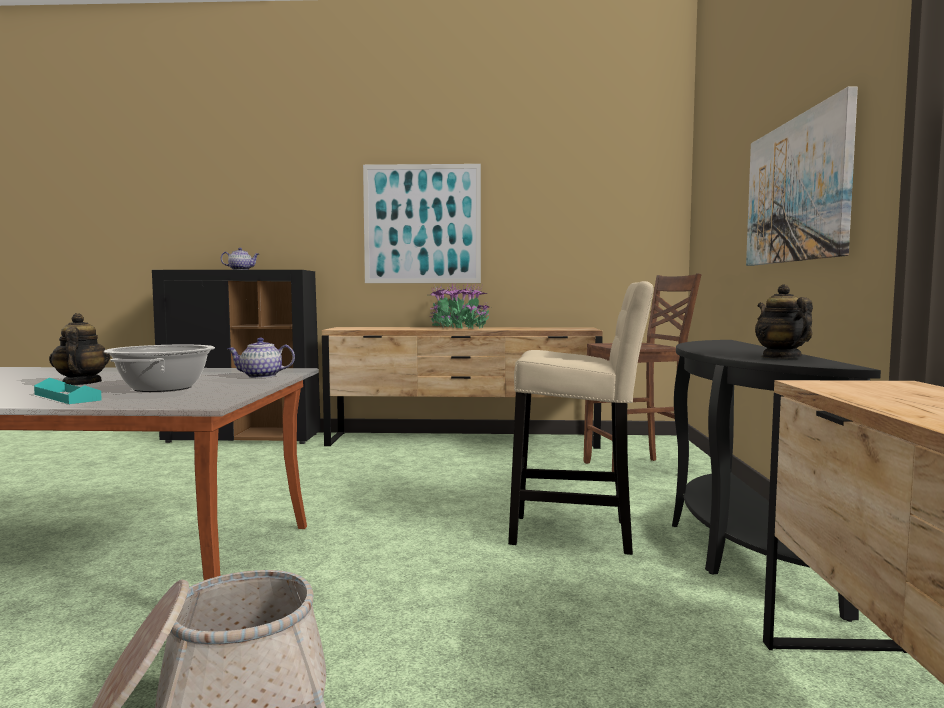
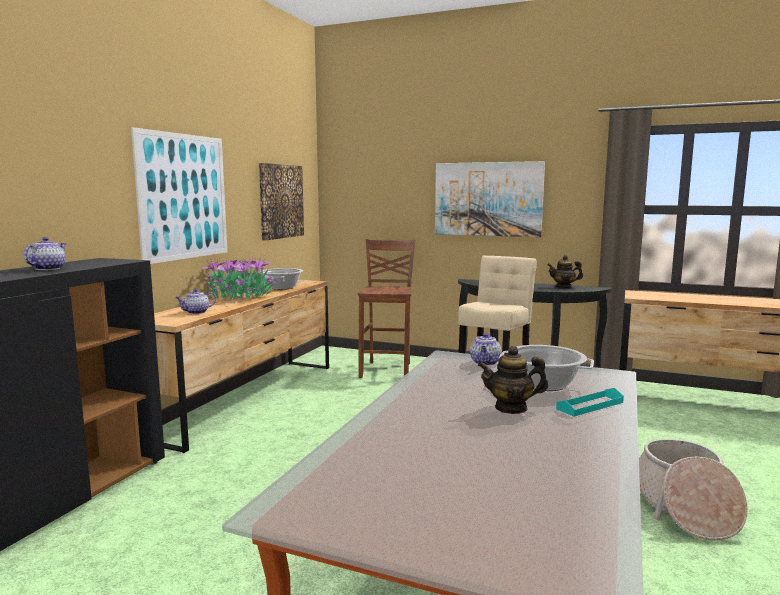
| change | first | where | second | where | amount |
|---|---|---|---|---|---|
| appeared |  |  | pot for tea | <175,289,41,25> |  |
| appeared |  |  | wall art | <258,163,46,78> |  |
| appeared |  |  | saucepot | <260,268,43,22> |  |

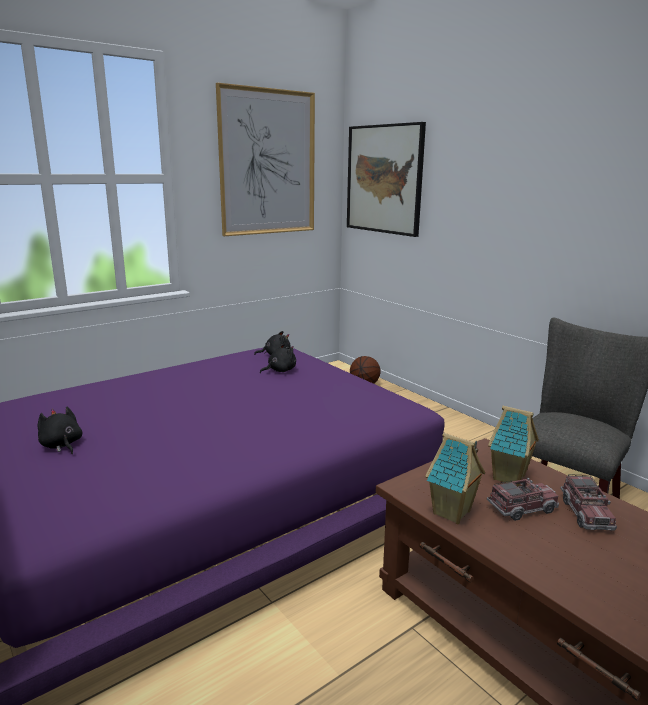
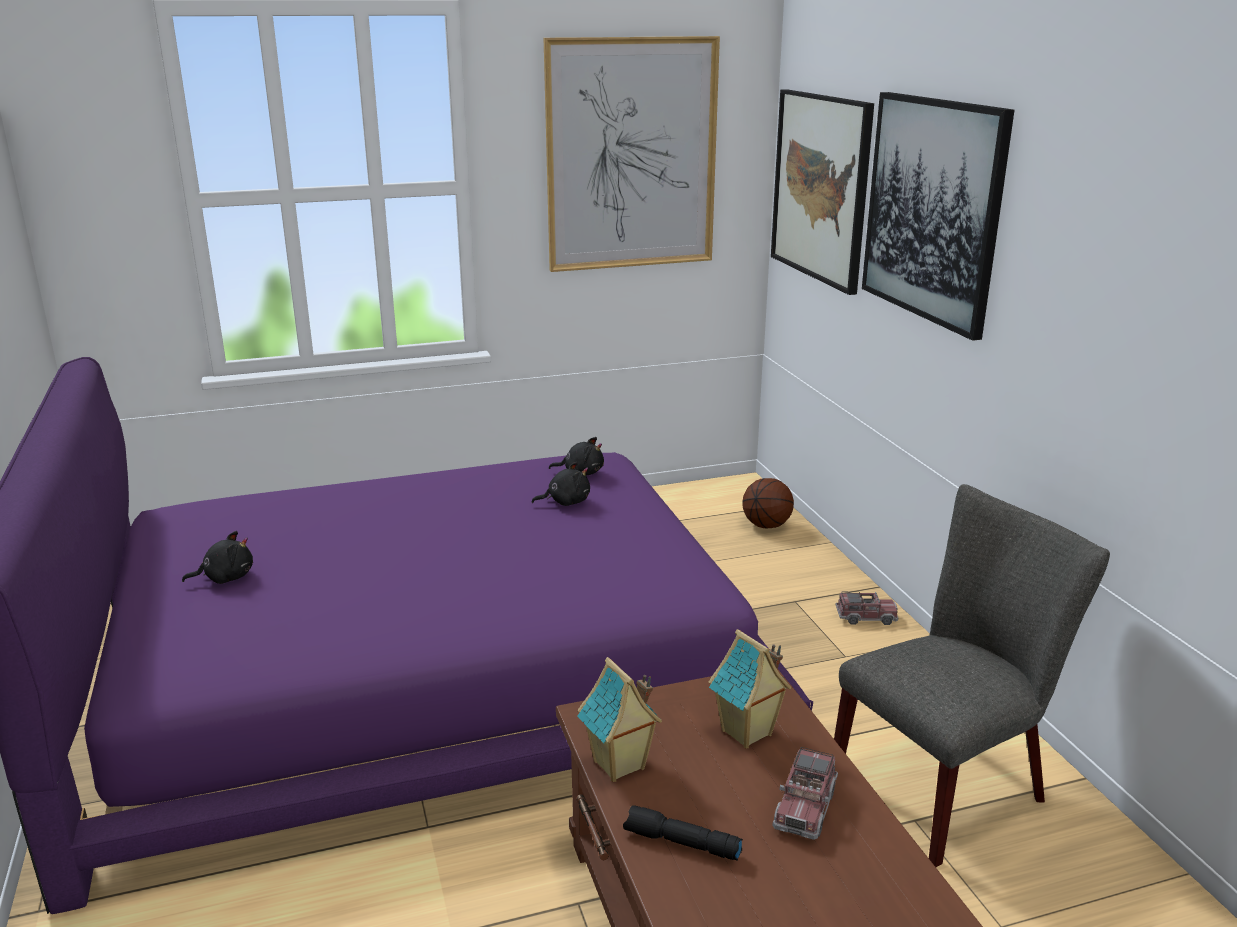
| change | first | where | second | where | amount |
|---|---|---|---|---|---|
| spun | black-coloured cuddly toy | <38,407,44,47> |  | <182,531,71,53> | 90 degrees clockwise |
| appeared |  |  | black-coloured hand torch | <623,805,120,56> |  |
| relocated | model truck | <487,478,72,43> |  | <835,592,63,33> |  |
| appeared |  |  | wall art | <862,92,153,249> |  |

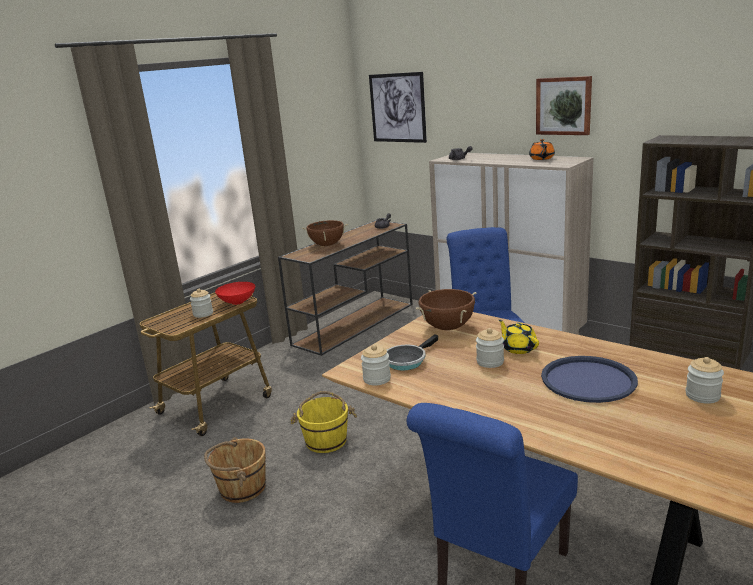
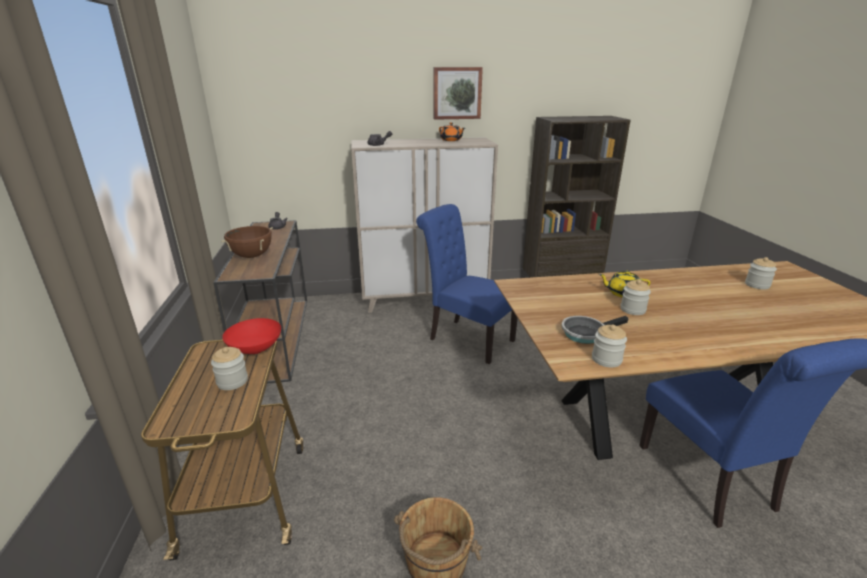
| change | first | where | second | where | amount |
|---|---|---|---|---|---|
| spun | skillet | <387,334,51,36> |  | <561,316,67,28> | 75 degrees clockwise |
| missing | yellowish pail | <291,391,66,62> |  |  |  |
| missing | wall art | <369,72,58,71> |  |  |  |
| missing | brownish saucepot | <416,289,60,41> |  |  |  |
| missing | bluish serving tray | <541,356,97,47> |  |  |  |

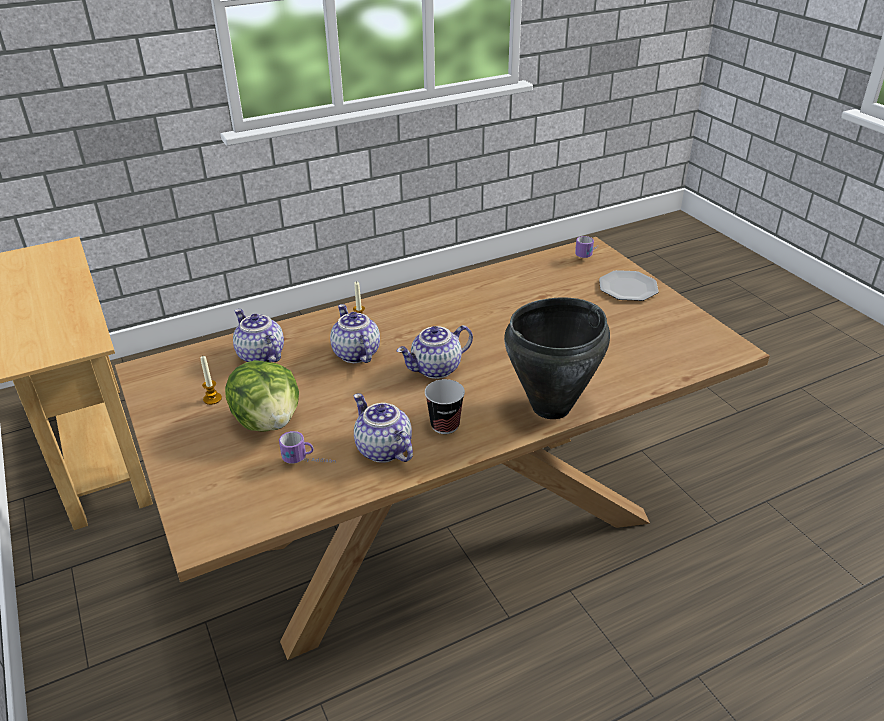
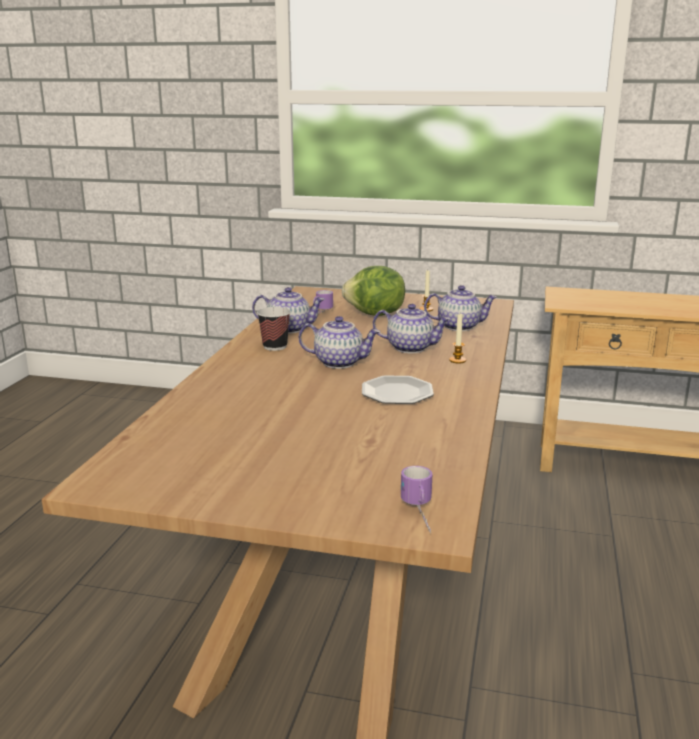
| change | first | where | second | where | amount |
|---|---|---|---|---|---|
| spun | pot for tea | <397,325,76,54> |  | <299,316,81,53> | 90 degrees clockwise |
| relocated | dinner plate | <599,270,60,31> |  | <362,376,72,28> |  |
| missing | black-coloured saucepot | <504,298,106,121> |  |  |  |

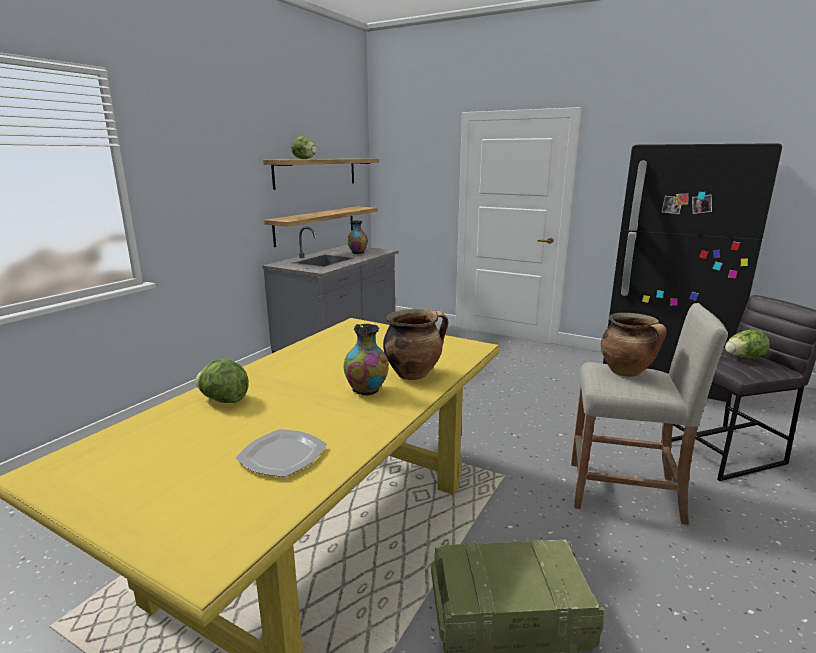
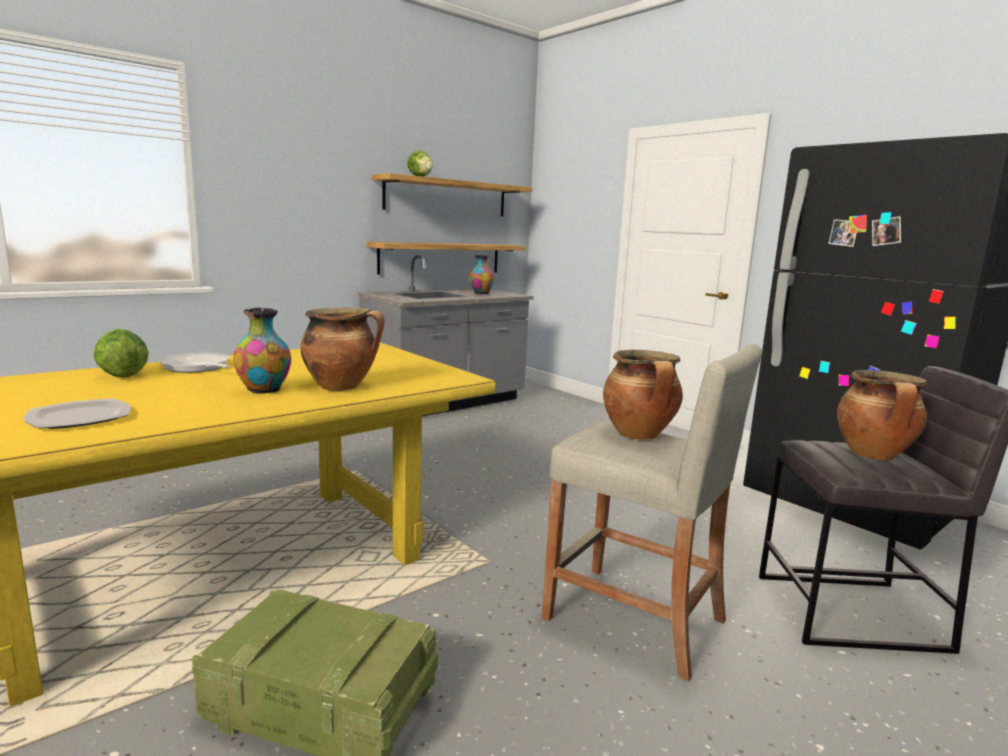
| change | first | where | second | where | amount |
|---|---|---|---|---|---|
| appeared |  |  | skillet | <159,353,71,20> |  |
| exchanged | head of lettuce | <725,329,45,29> | saucepot | <837,370,90,90> |  |

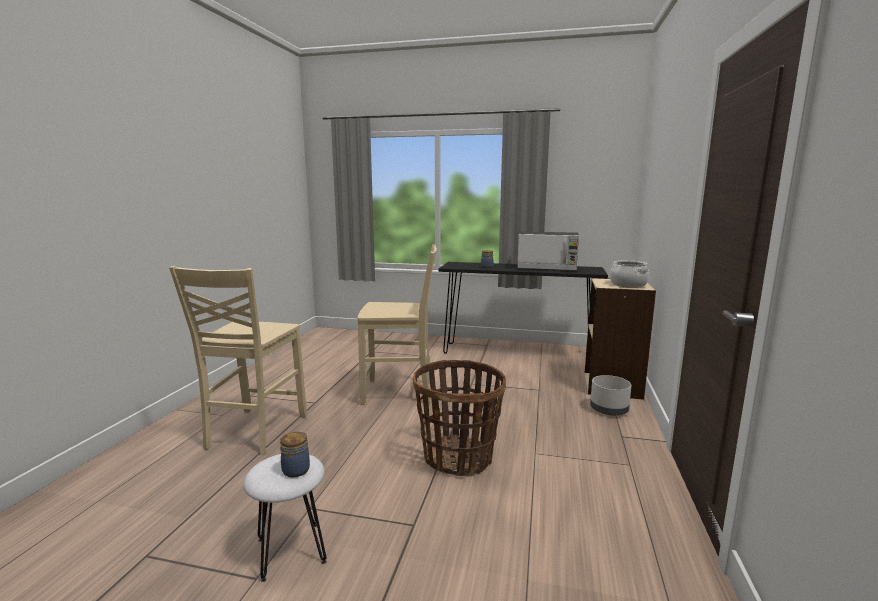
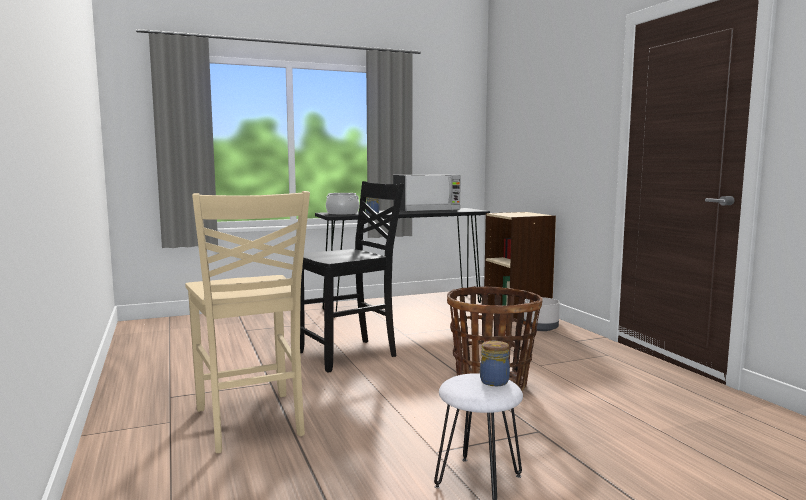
| change | first | where | second | where | amount |
|---|---|---|---|---|---|
| colour | beige chair | <358,244,79,161> | black-coloured chair | <300,181,104,192> |  |
| relocated | saucepot | <610,260,39,28> |  | <326,193,33,22> |  |

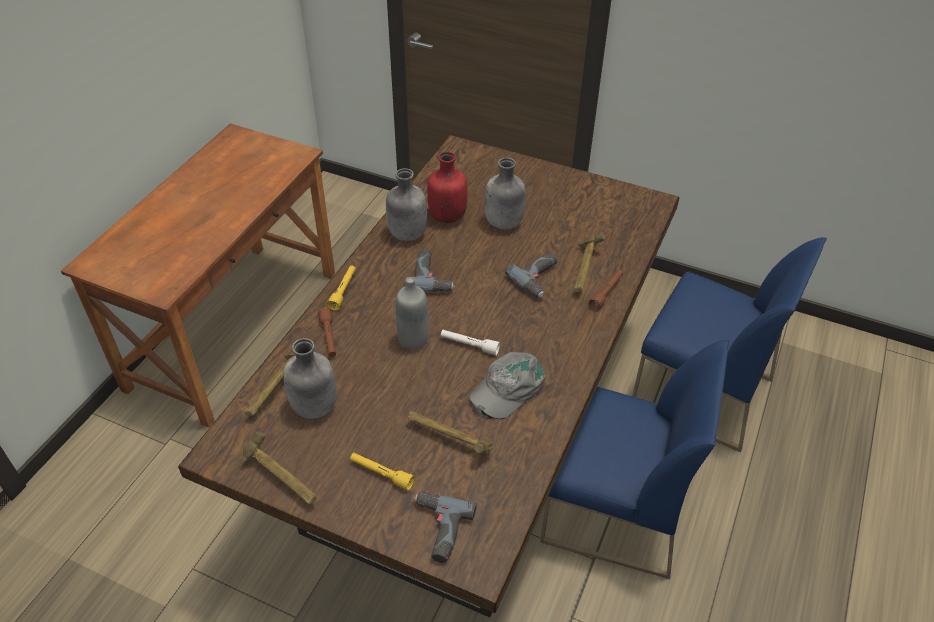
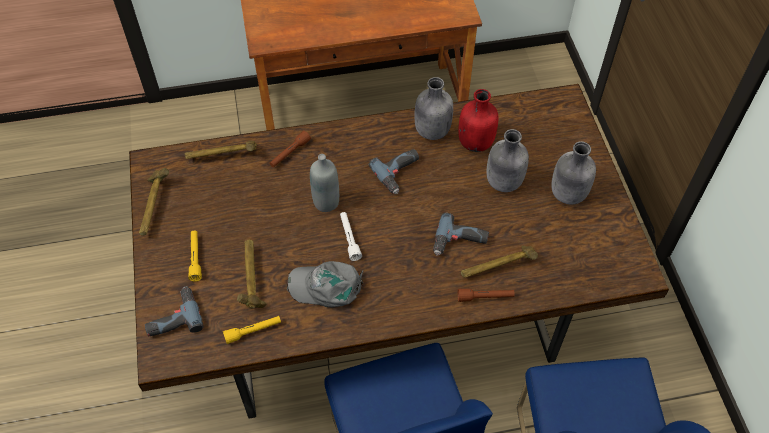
| change | first | where | second | where | amount |
|---|---|---|---|---|---|
| relocated | yellowish hand torch | <327,265,29,46> |  | <223,316,58,28> |  |
| relocated | gray beverage bottle | <283,338,54,81> |  | <551,141,45,64> |  |

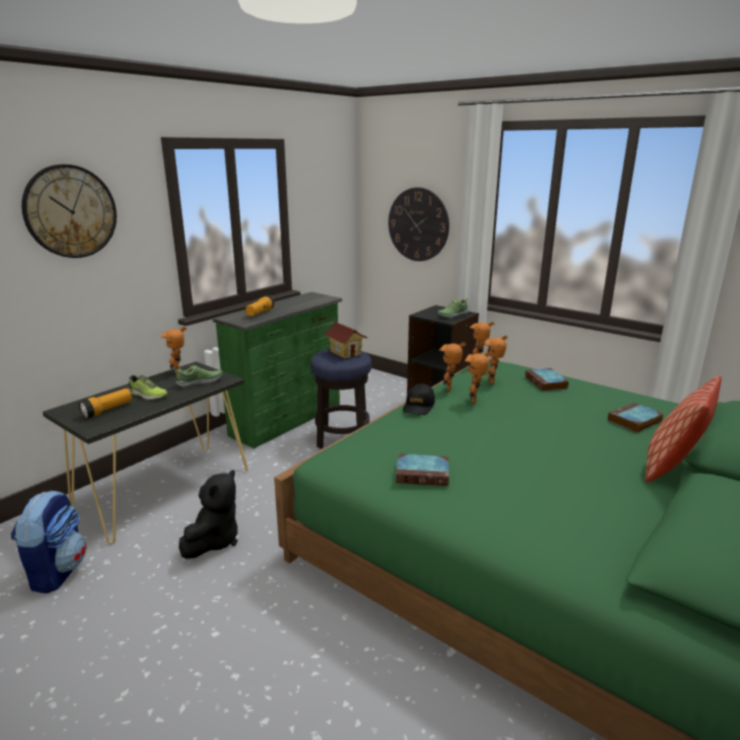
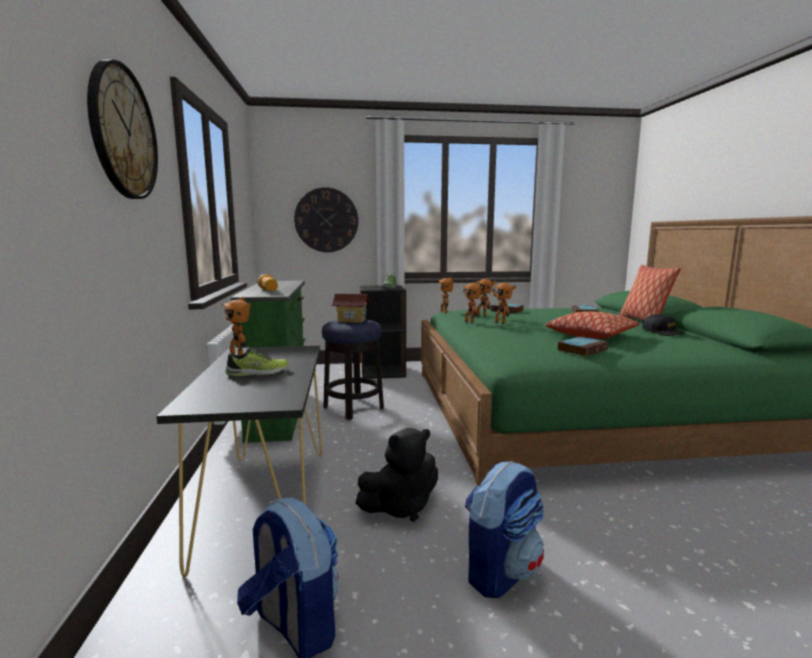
| change | first | where | second | where | amount |
|---|---|---|---|---|---|
| spun | black-coloured cuddly toy | <179,470,59,89> |  | <355,428,83,94> | 90 degrees clockwise |
| appeared |  |  | backpack | <465,461,79,137> |  |
| appeared |  |  | pillow | <546,311,93,28> |  |
| relocated | black-coloured baseball cap | <403,384,32,31> |  | <642,314,44,22> |  |
| missing | hand torch | <79,388,53,31> |  |  |  |
| missing | shoe | <175,365,48,22> |  |  |  |

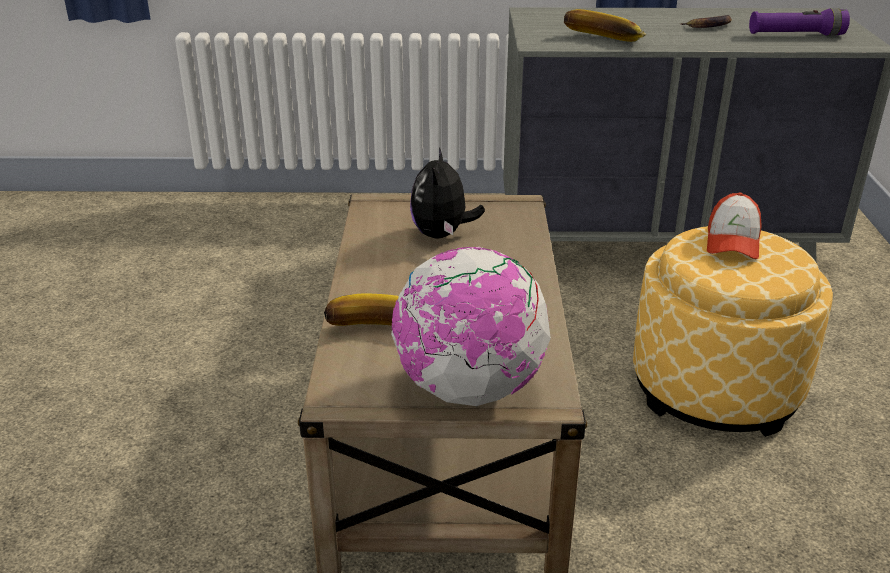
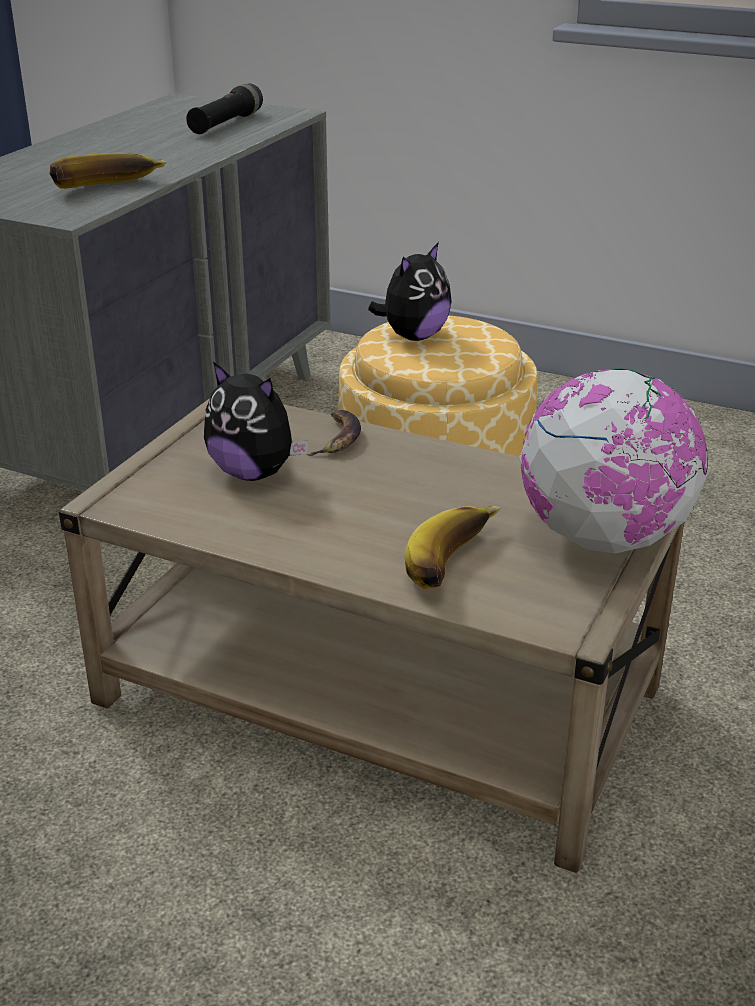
| change | first | where | second | where | amount |
|---|---|---|---|---|---|
| colour | purple hand torch | <749,8,101,28> | black-coloured hand torch | <186,84,77,50> |  |
| relocated | whole banana | <680,15,52,13> |  | <307,410,54,46> |  |
| exchanged | baseball cap | <707,192,55,67> | cuddly toy | <368,242,84,99> |  |

